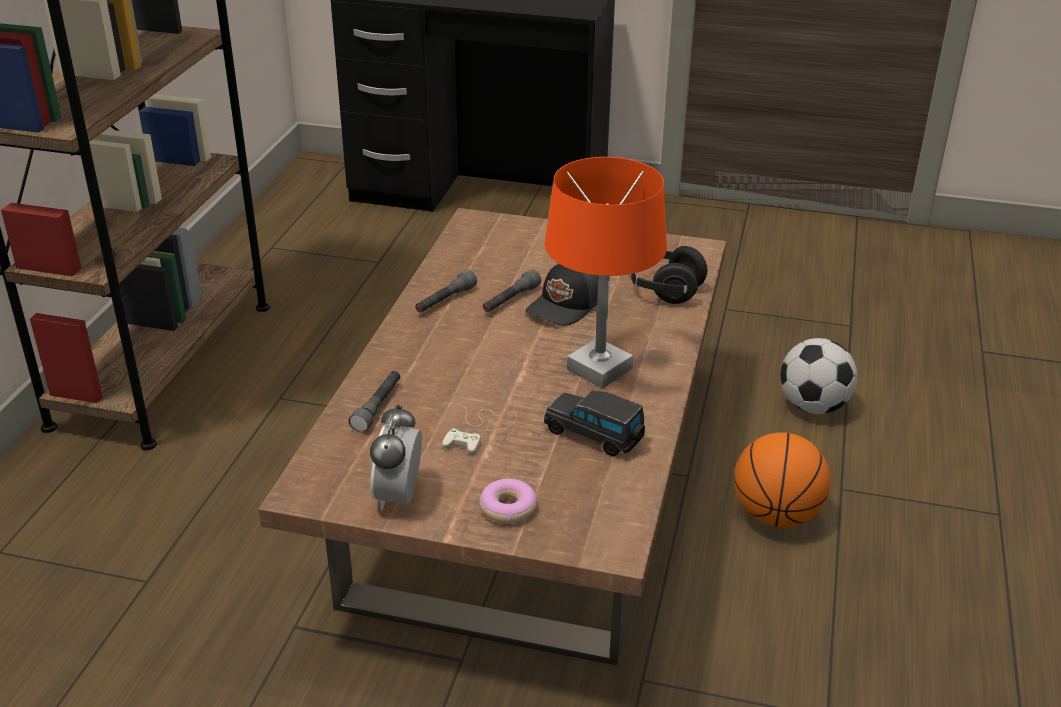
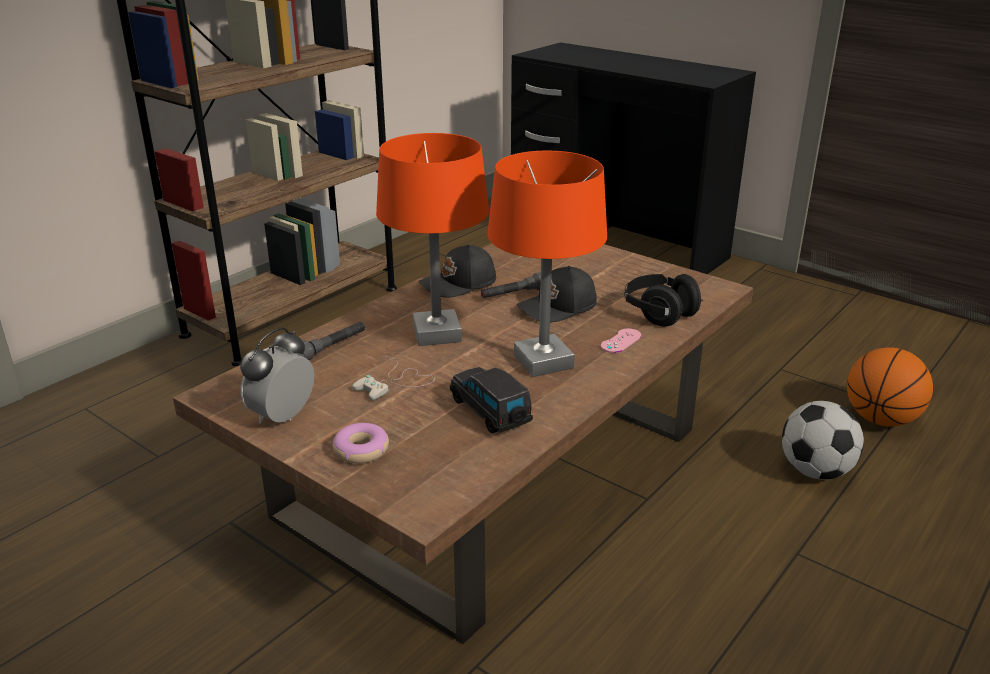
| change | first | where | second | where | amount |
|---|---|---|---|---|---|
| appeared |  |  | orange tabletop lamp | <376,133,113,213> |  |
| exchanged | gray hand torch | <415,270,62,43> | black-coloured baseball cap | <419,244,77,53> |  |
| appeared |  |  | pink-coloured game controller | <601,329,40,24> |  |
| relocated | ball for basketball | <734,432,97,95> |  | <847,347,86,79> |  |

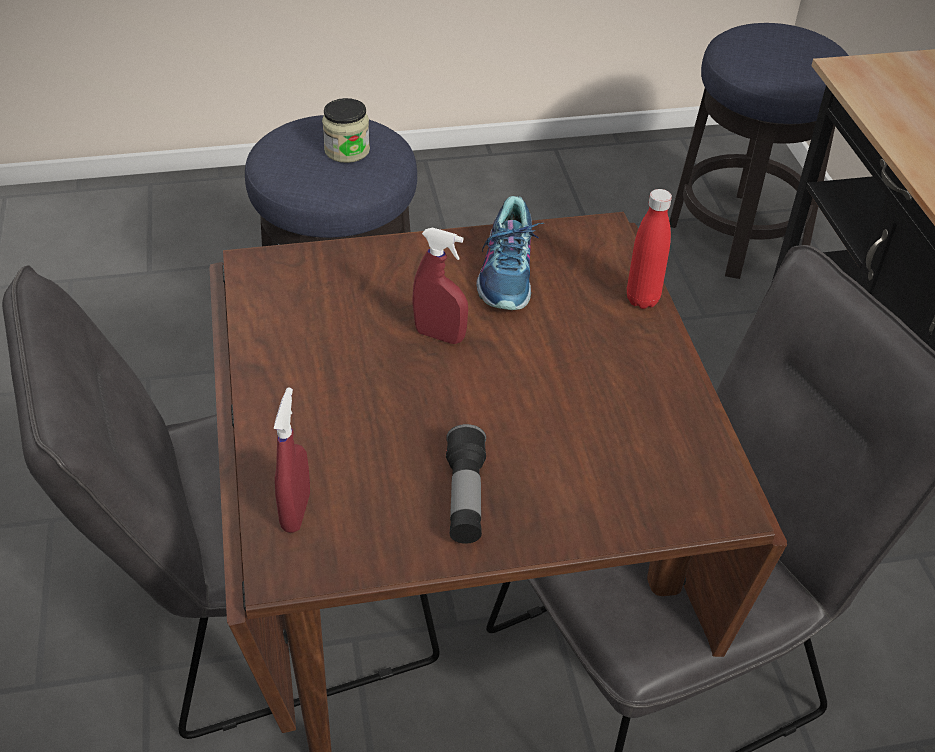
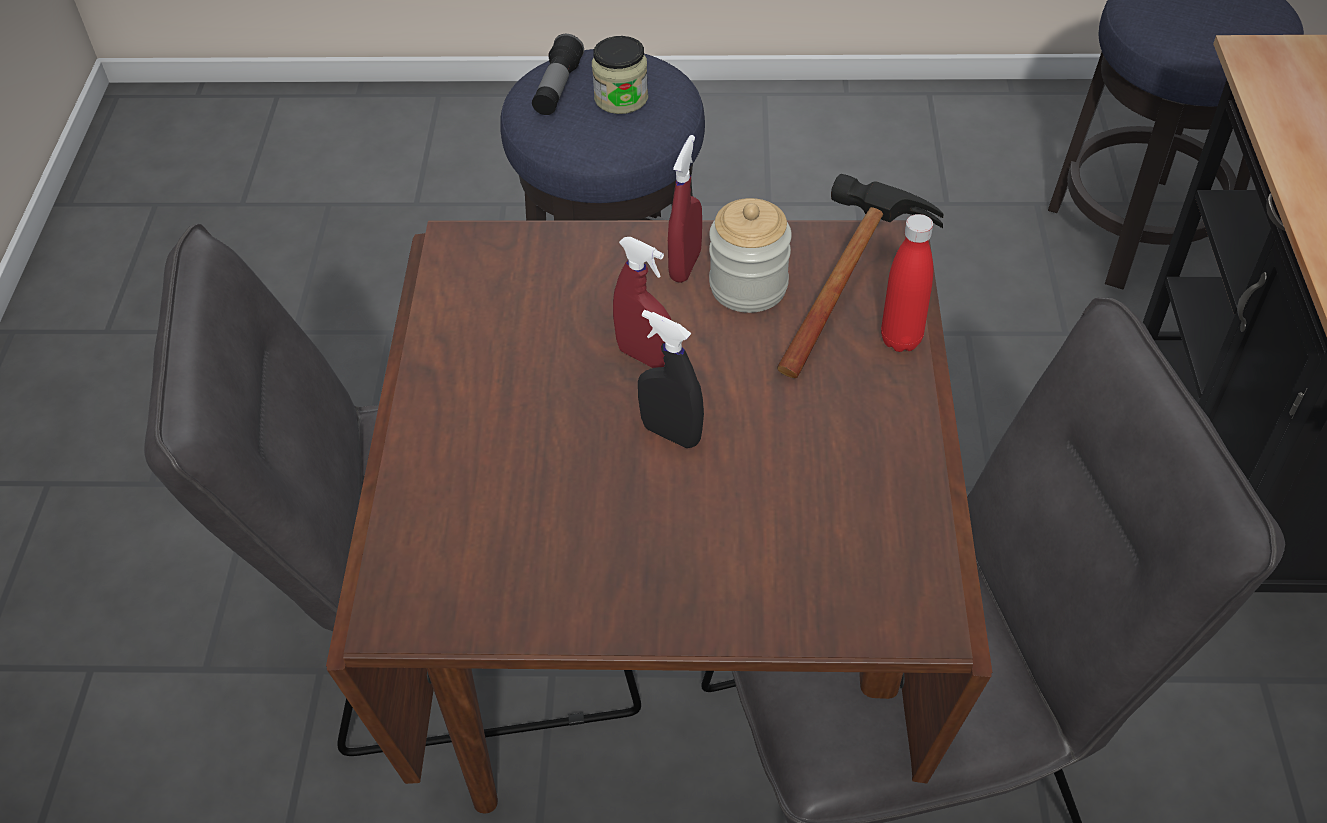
| change | first | where | second | where | amount |
|---|---|---|---|---|---|
| relocated | hand torch | <446,424,40,120> |  | <532,34,52,81> |  |
| appeared |  |  | black-coloured sprayer | <638,310,66,138> |  |
| relocated | reddish sprayer | <274,387,36,146> |  | <668,135,34,148> |  |
| exchanged | shoe | <476,196,68,114> | preserve jar | <709,198,83,115> |  |
| appeared |  |  | tool hammer | <777,174,166,204> |  |

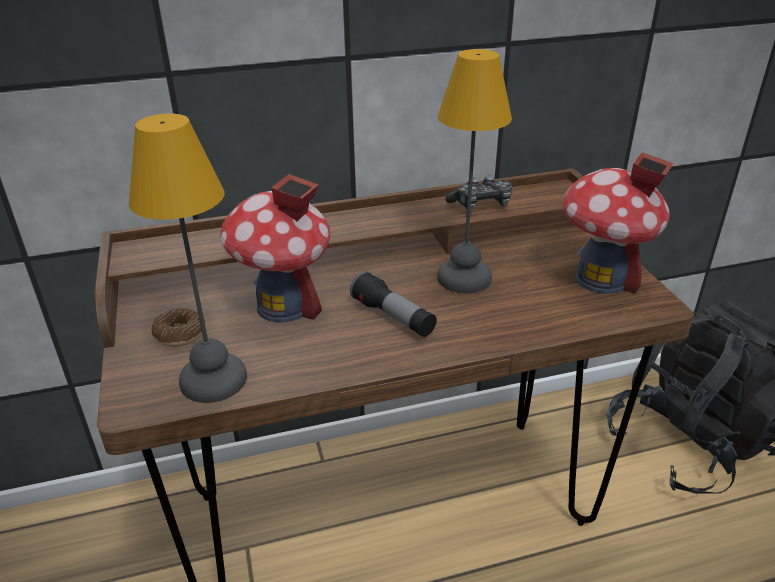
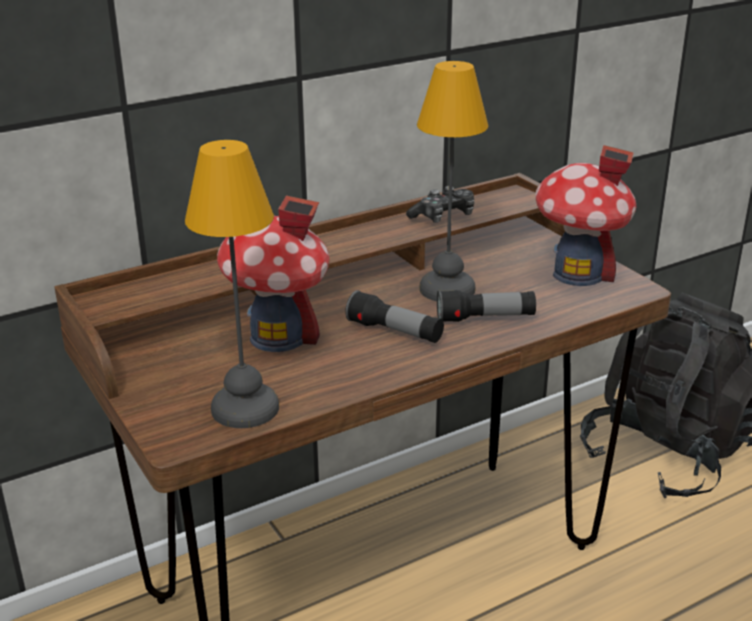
| change | first | where | second | where | amount |
|---|---|---|---|---|---|
| appeared |  |  | hand torch | <437,290,99,32> |  |
| missing | ring doughnut | <151,308,54,39> |  |  |  |

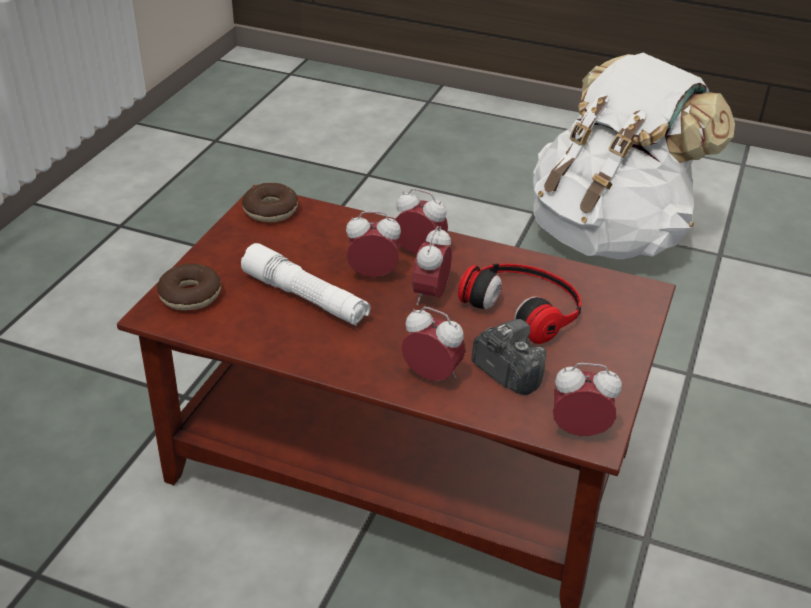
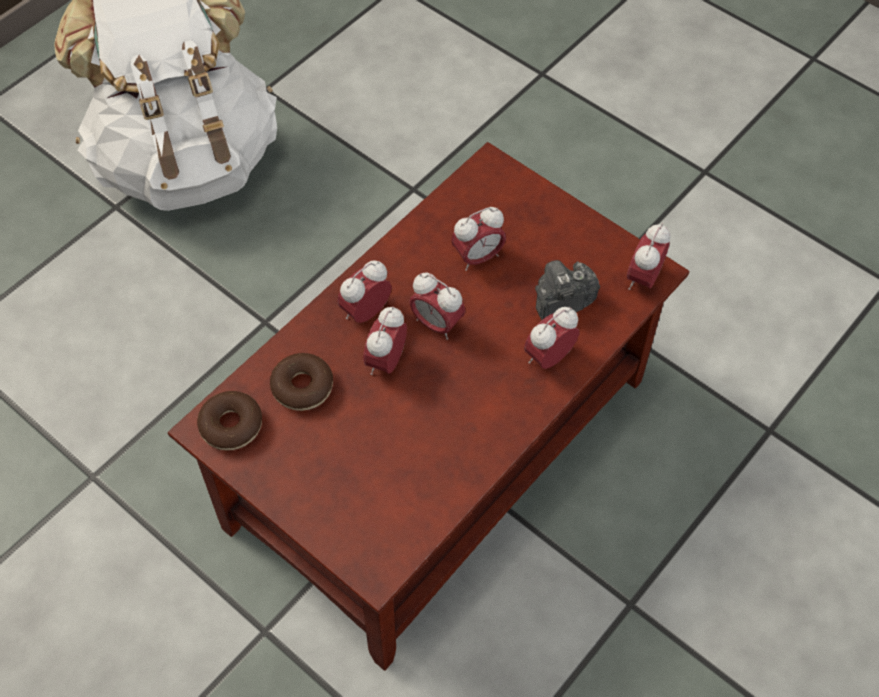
| change | first | where | second | where | amount |
|---|---|---|---|---|---|
| relocated | ring doughnut | <157,264,64,46> |  | <270,353,63,58> |  |
| exchanged | pair of headphones | <458,264,123,80> | table clock | <451,207,55,64> |  |
| missing | white-coloured hand torch | <241,243,130,83> |  |  |  |

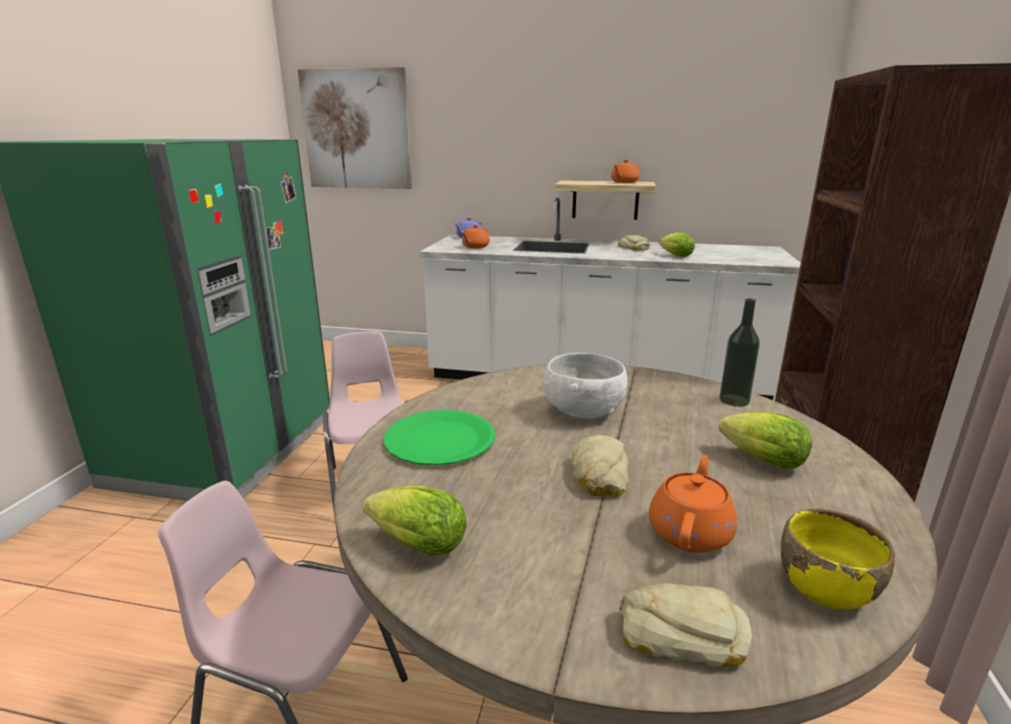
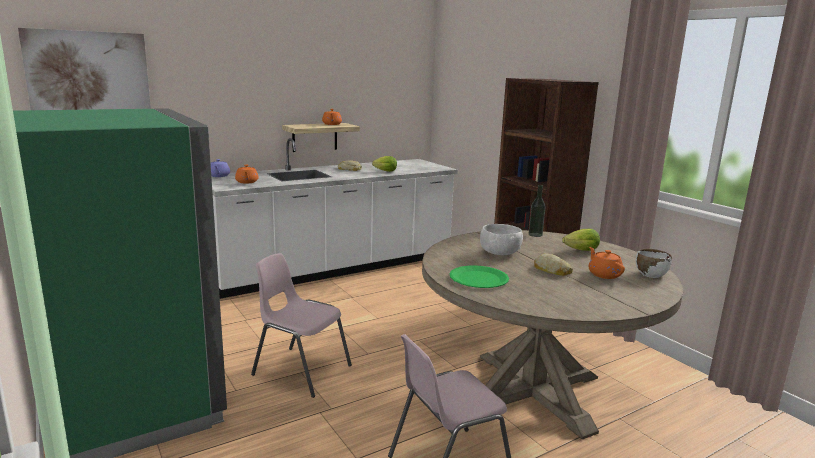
| change | first | where | second | where | amount |
|---|---|---|---|---|---|
| colour | yellowish deep dish | <781,508,114,101> | white-coloured deep dish | <636,249,36,29> |  |
| missing | head of lettuce | <363,486,104,70> |  |  |  |
| missing | bread | <619,583,133,84> |  |  |  |

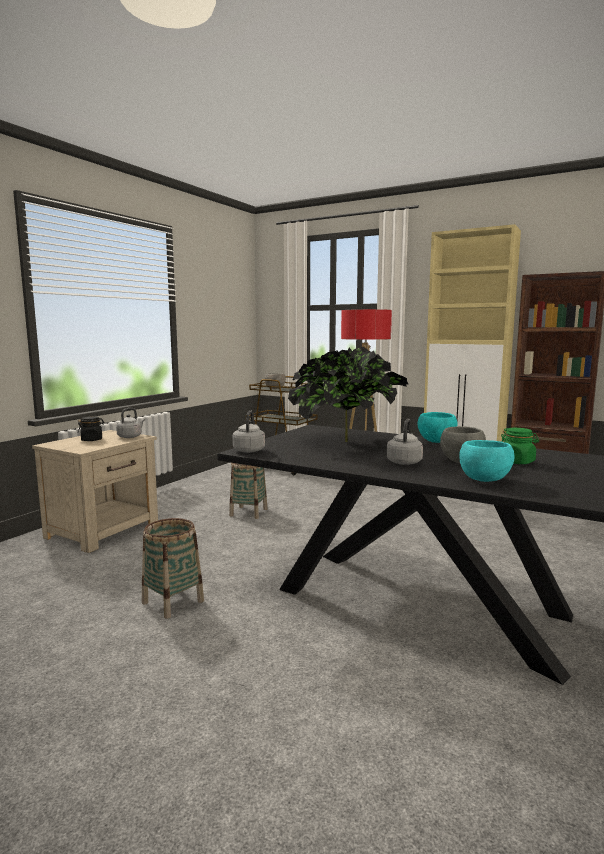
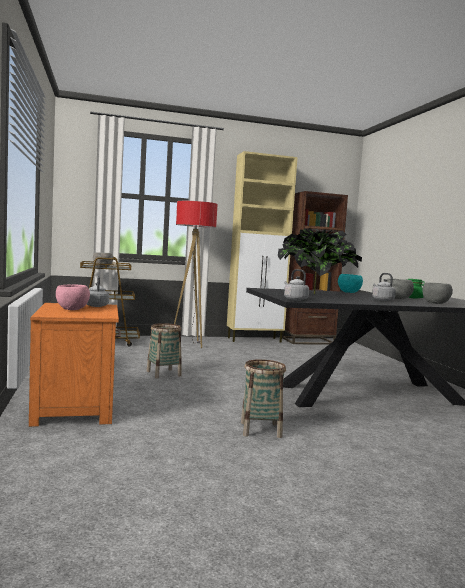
| change | first | where | second | where | amount |
|---|---|---|---|---|---|
| colour | beige bedside table | <32,430,126,123> | orange bedside table | <29,303,92,124> |  |
| exchanged | black-coloured preserve jar | <78,416,27,25> | pink-coloured deep dish | <56,284,34,26> |  |
| colour | turquoise deep dish | <459,440,56,42> | gray deep dish | <423,283,30,21> |  |

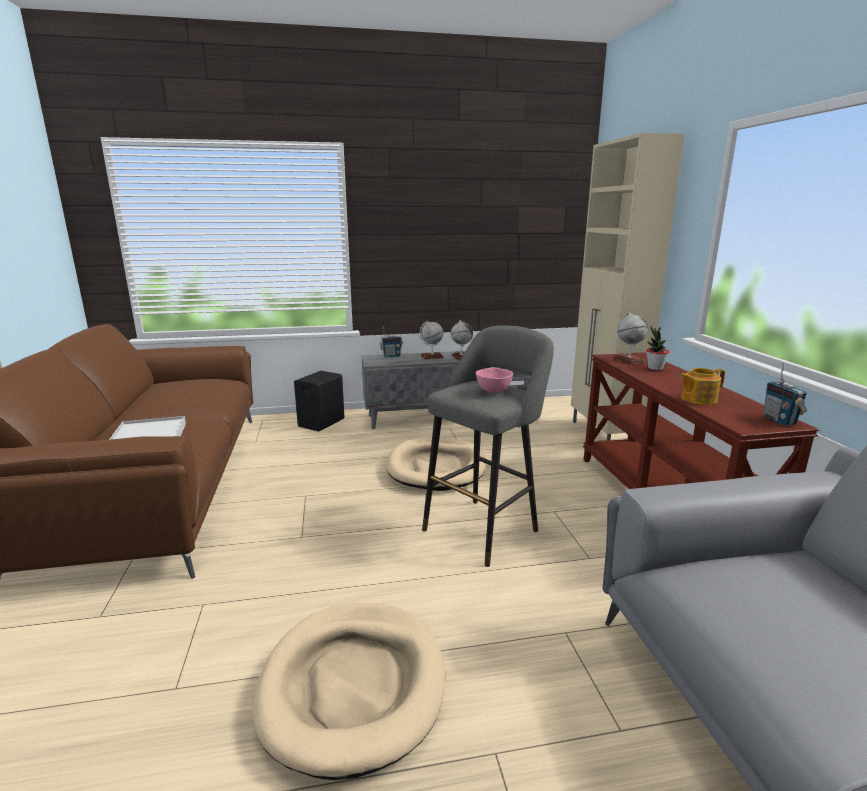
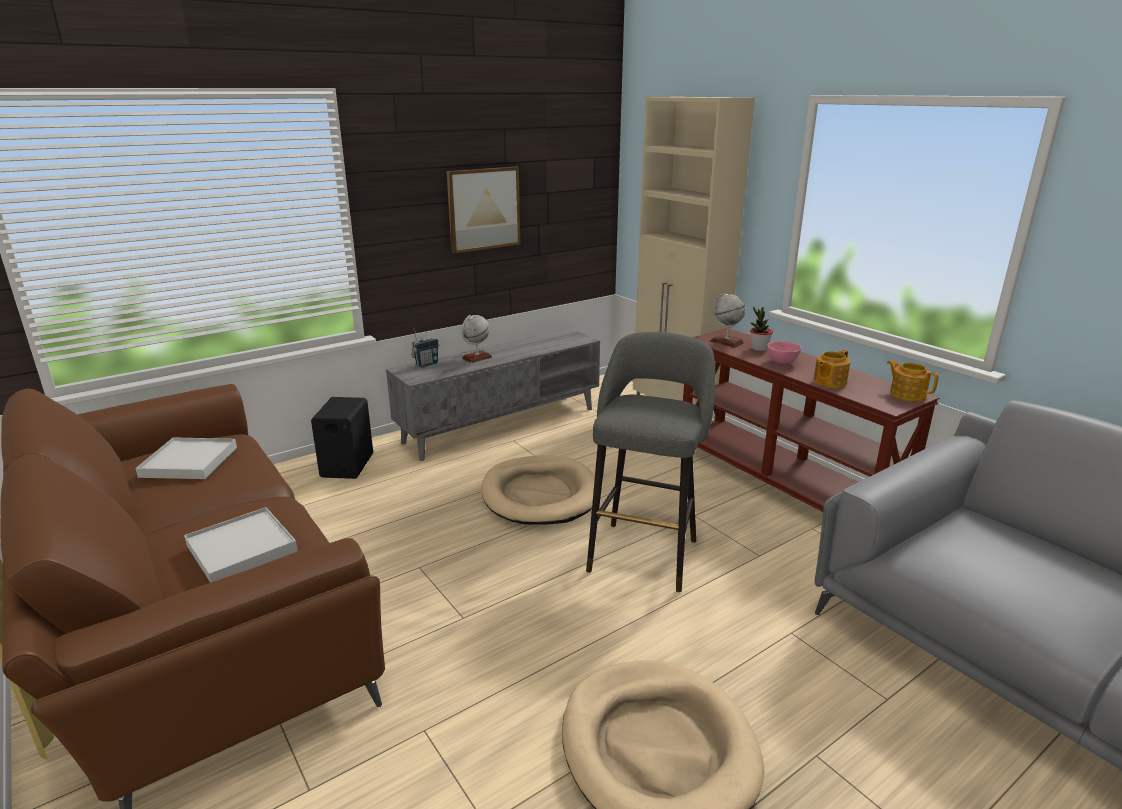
| change | first | where | second | where | amount |
|---|---|---|---|---|---|
| appeared |  |  | white-coloured serving tray | <135,437,102,42> |  |
| appeared |  |  | wall art | <447,167,73,86> |  |
| relocated | pink-coloured deep dish | <476,368,37,26> |  | <767,341,34,24> |  |
| exchanged | radio receiver | <763,363,44,63> | pot for tea | <887,360,52,41> |  |
| missing | world globe | <451,320,22,41> |  |  |  |

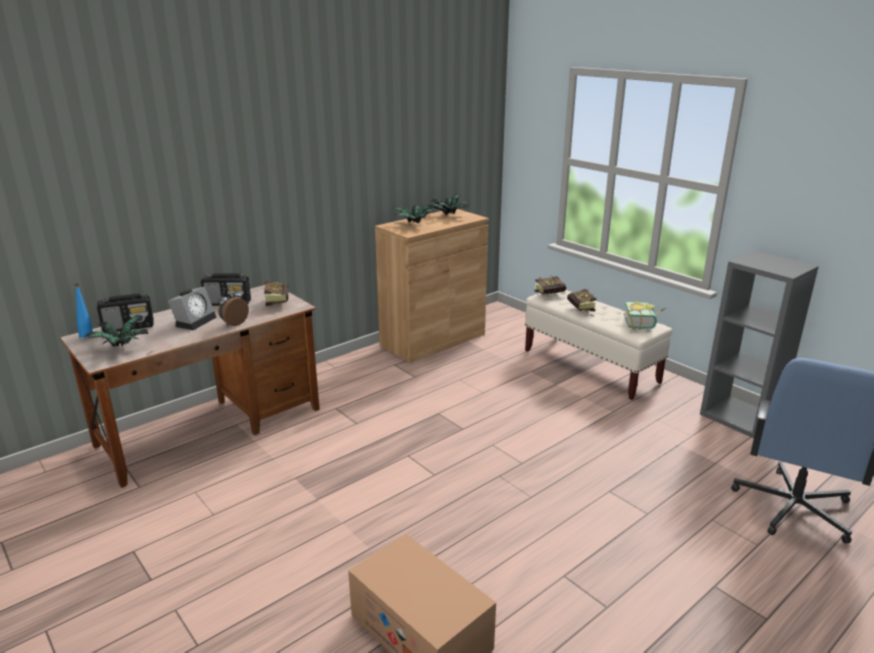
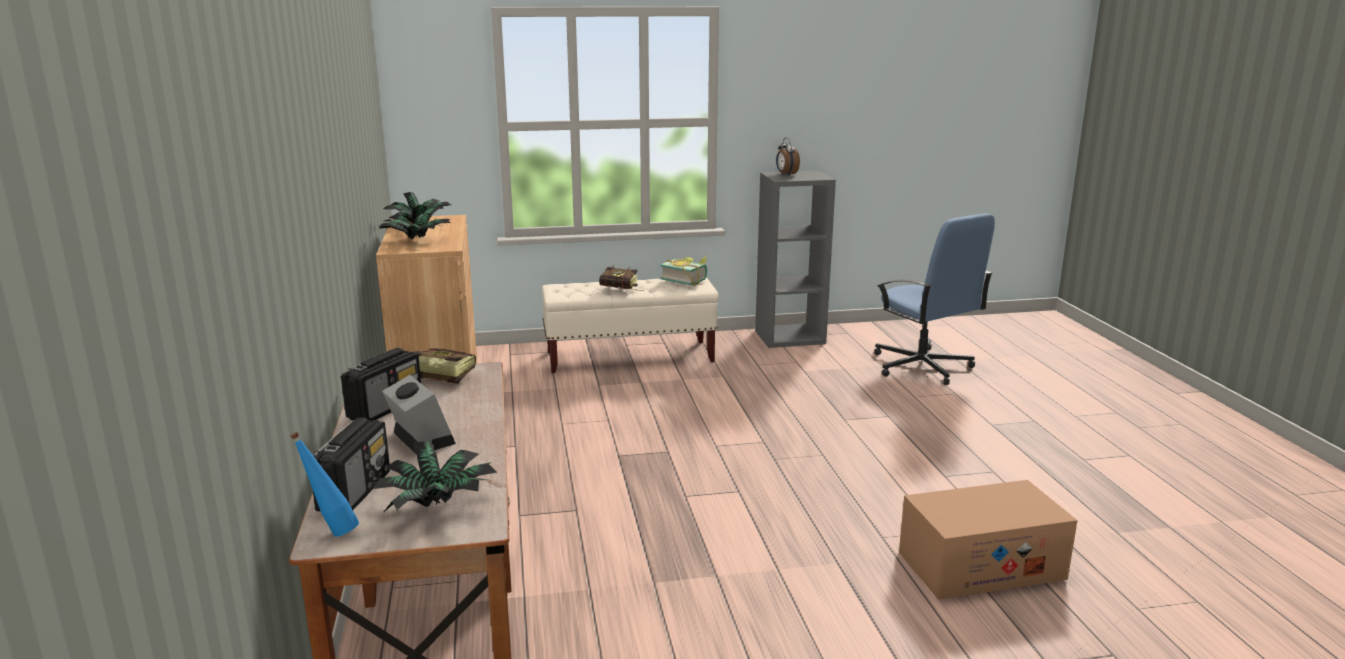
| change | first | where | second | where | amount |
|---|---|---|---|---|---|
| relocated | table clock | <218,287,31,39> |  | <776,138,24,37> |  |
| missing | bound book | <535,275,31,20> |  |  |  |

